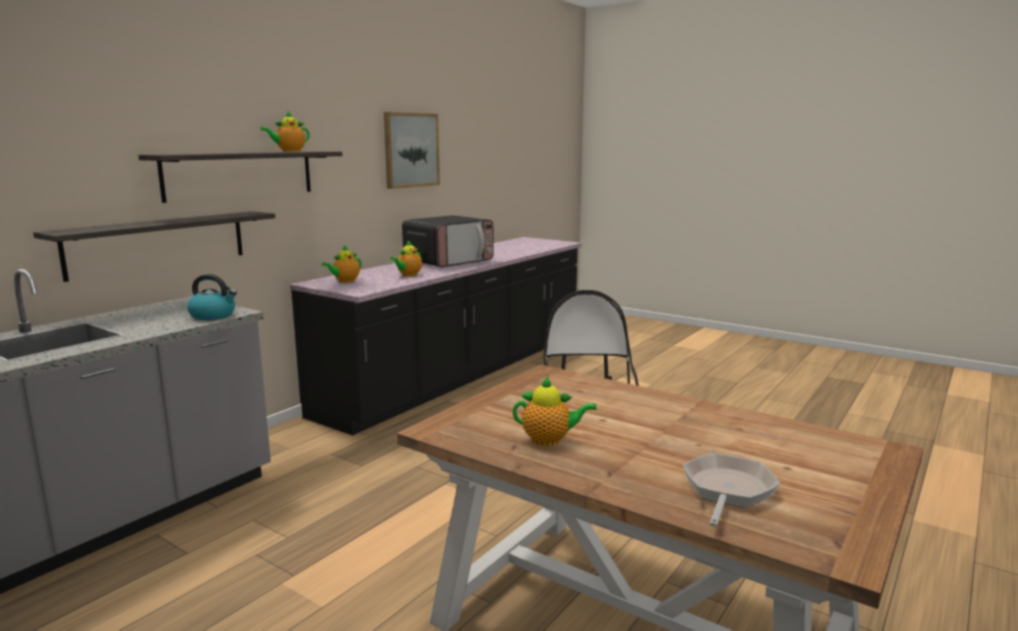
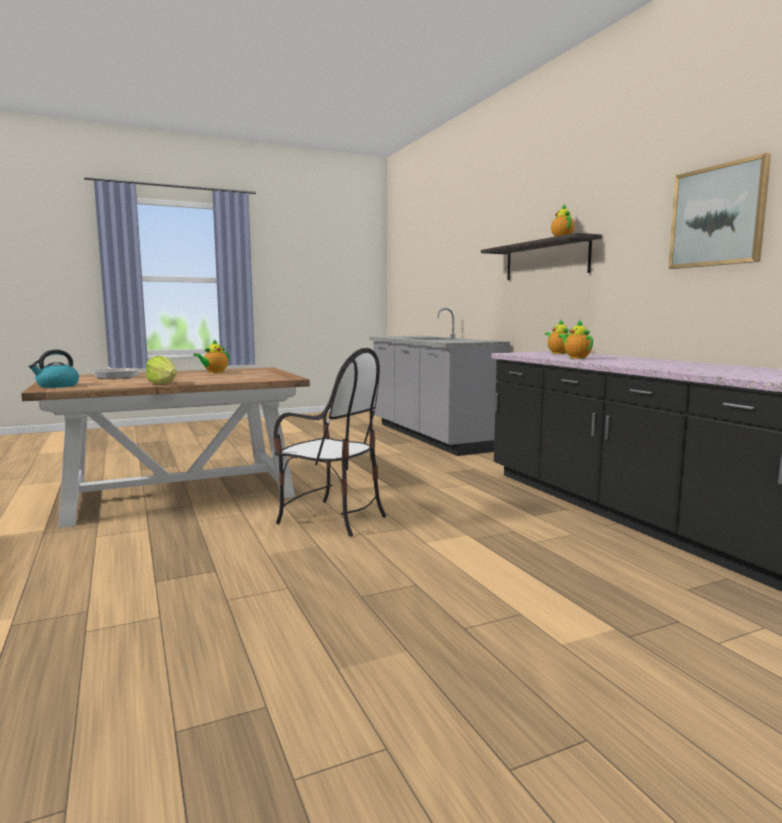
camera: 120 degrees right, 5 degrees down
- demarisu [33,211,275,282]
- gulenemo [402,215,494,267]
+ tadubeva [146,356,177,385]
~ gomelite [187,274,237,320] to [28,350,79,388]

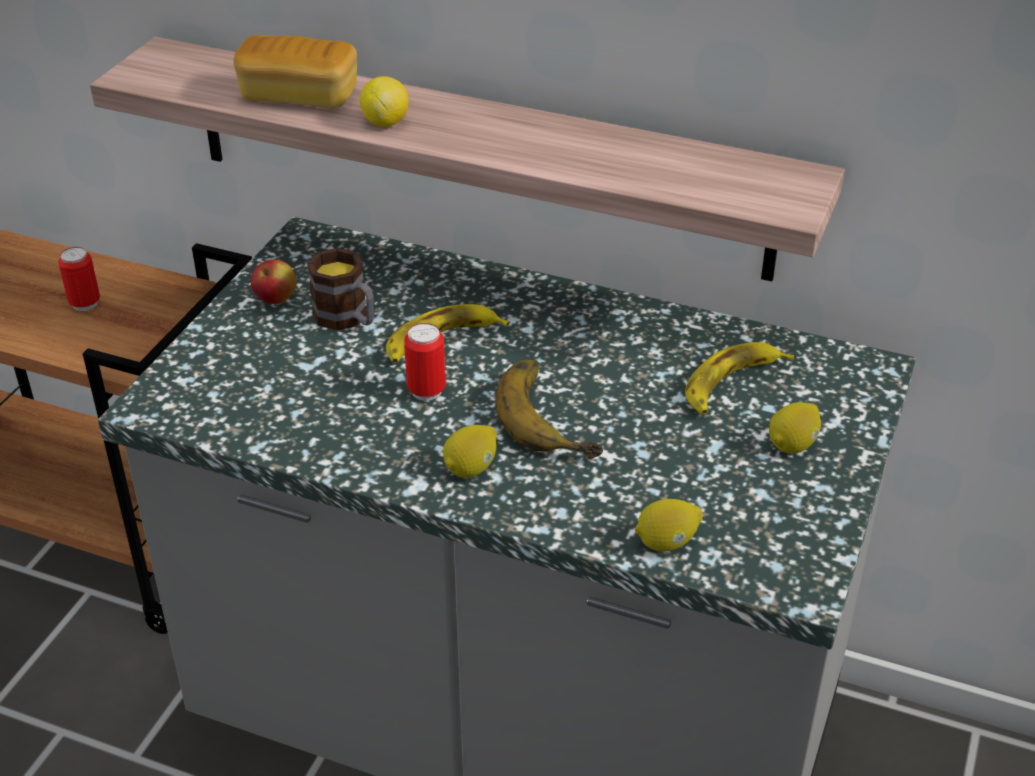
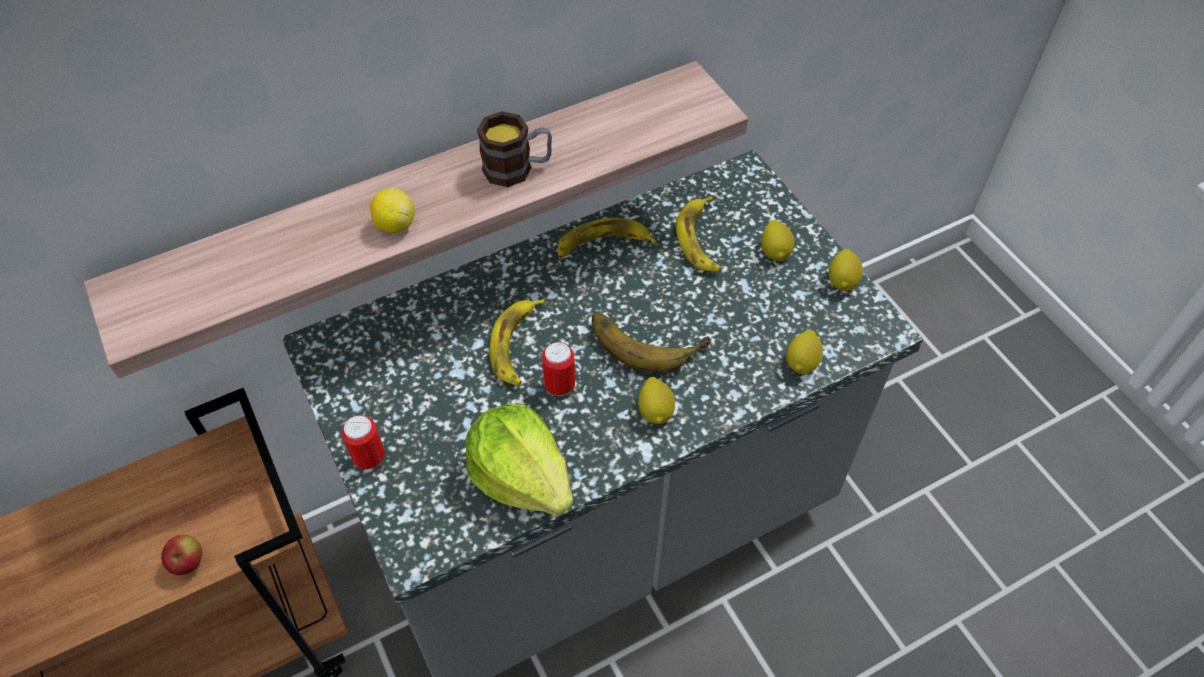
camera: 50 degrees left, 15 degrees up
- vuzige [234,35,357,108]
+ tadubeva [465,403,573,516]
+ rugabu [558,217,657,258]
+ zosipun [829,249,863,291]
~ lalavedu [58,247,100,311] to [342,415,385,469]
~ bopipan [251,260,297,304] to [161,535,202,575]
~ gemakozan [307,248,374,331] to [477,111,552,187]

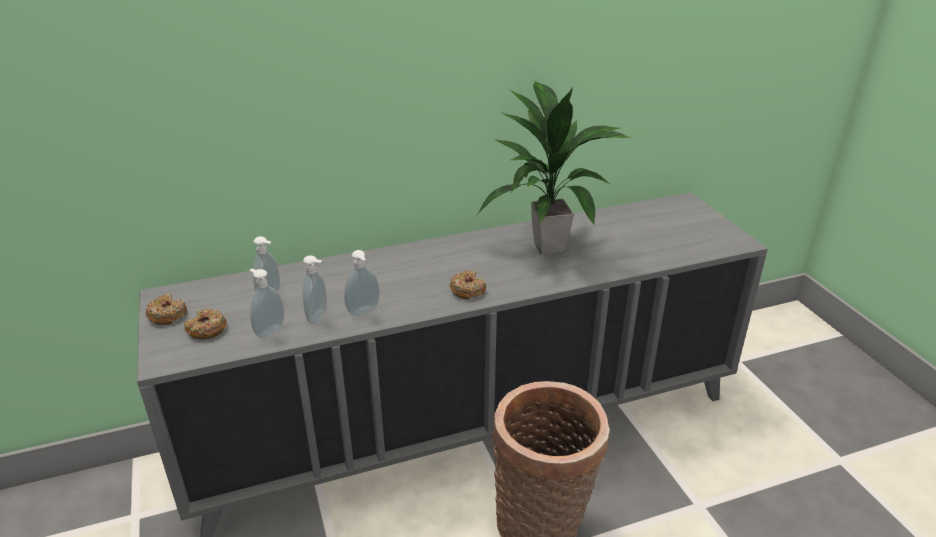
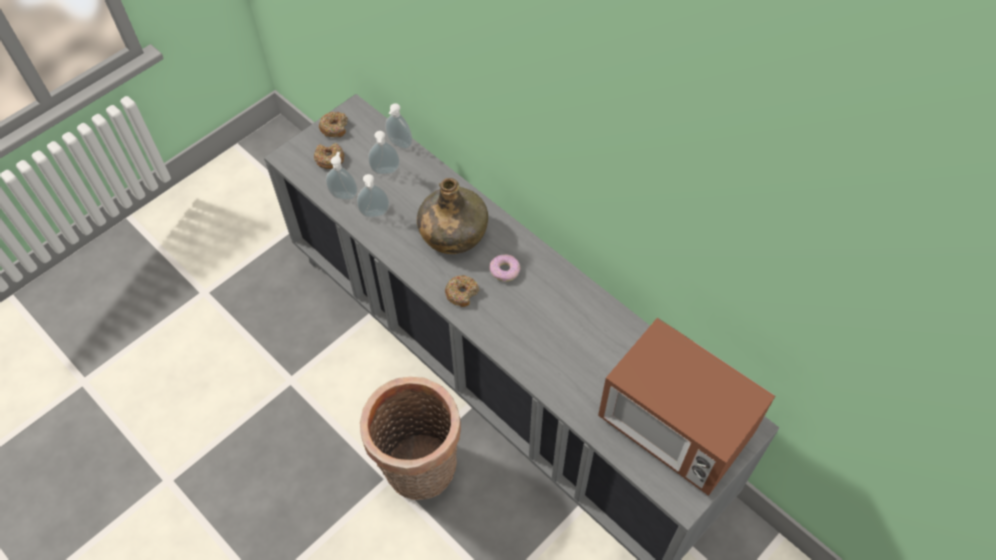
camera: 65 degrees right, 25 degrees up
- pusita [476,81,633,255]
+ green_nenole [417,178,488,254]
+ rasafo [489,255,520,282]
+ gulenemo [598,318,775,496]
~ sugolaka [344,250,380,316] to [385,103,412,149]

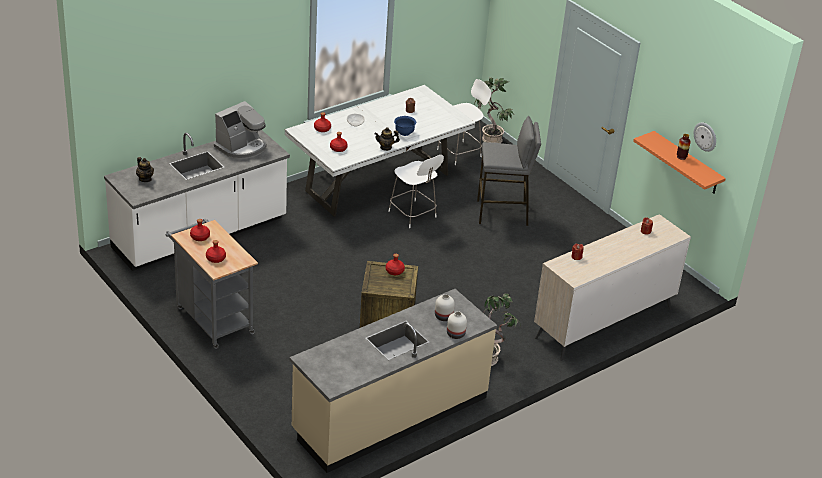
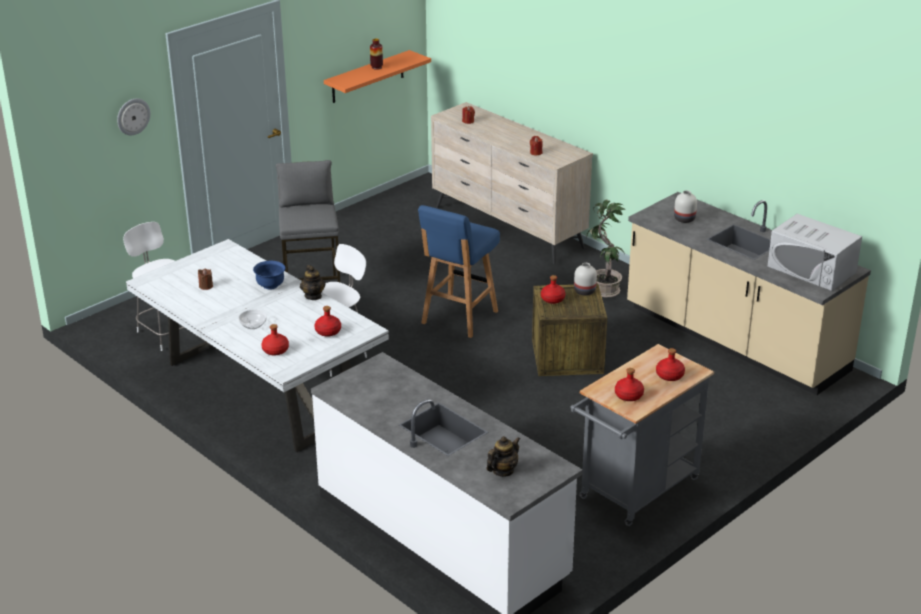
camera: 95 degrees left, 5 degrees down
- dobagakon [214,101,266,159]
- pusita [474,77,514,143]
+ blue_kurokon [418,205,500,338]
+ white_gulenemo [767,214,862,291]
~ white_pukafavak [447,311,467,339] to [574,263,597,296]
~ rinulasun [694,122,716,152] to [117,99,150,135]

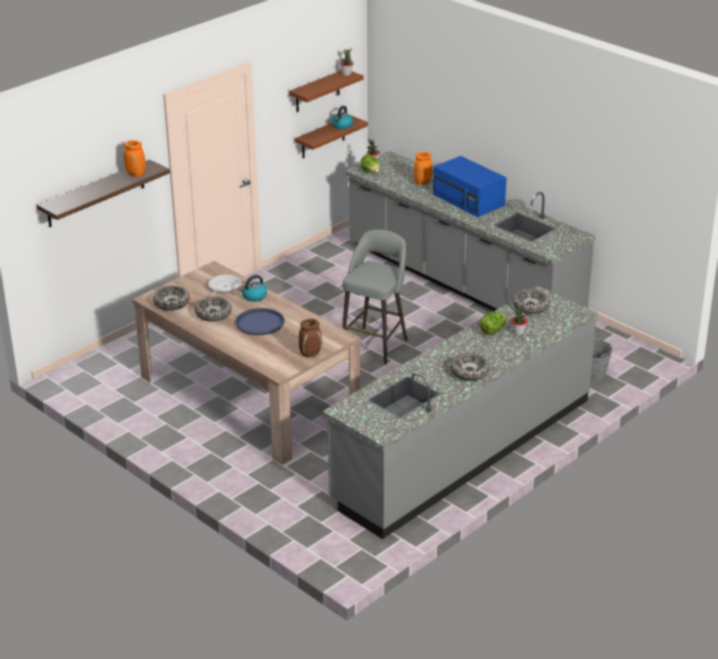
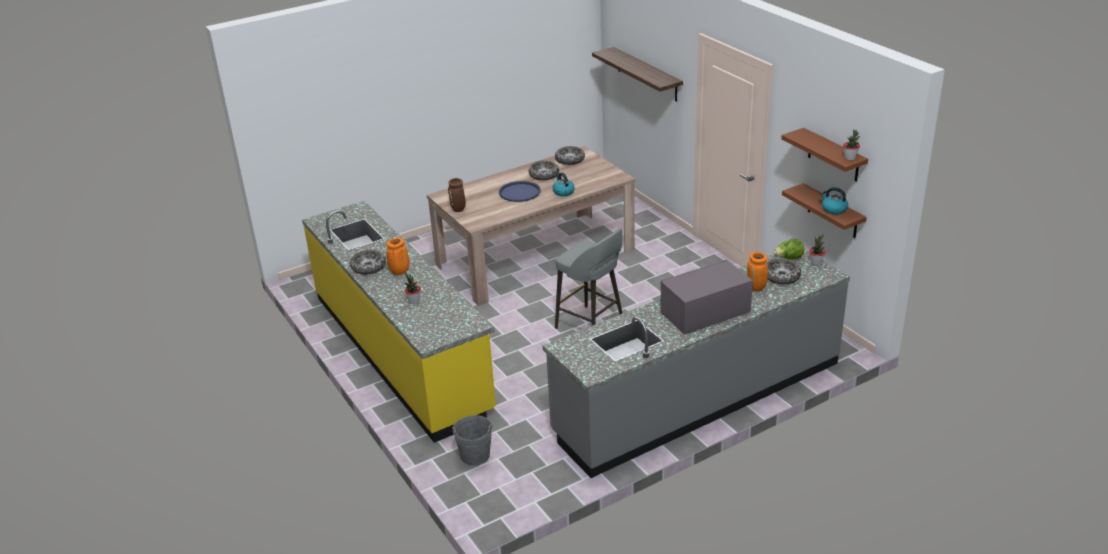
camera: 105 degrees right, 0 degrees up
- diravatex [208,274,242,297]
- tadubeva [480,312,506,335]
~ orange_pukafavak [124,140,146,177] to [386,238,409,275]
~ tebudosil [513,289,550,314] to [767,258,801,284]
~ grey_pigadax [323,286,597,539] to yellow_pigadax [302,201,496,443]
~ blue_gulenemo [433,156,507,217] to grey_gulenemo [660,260,753,334]

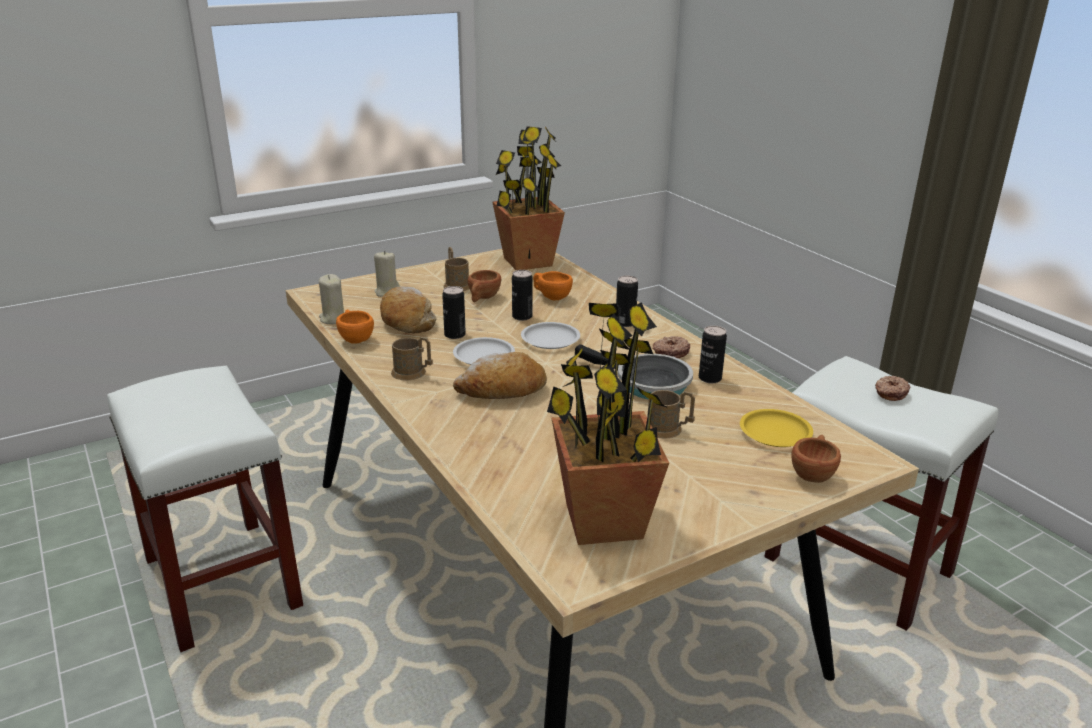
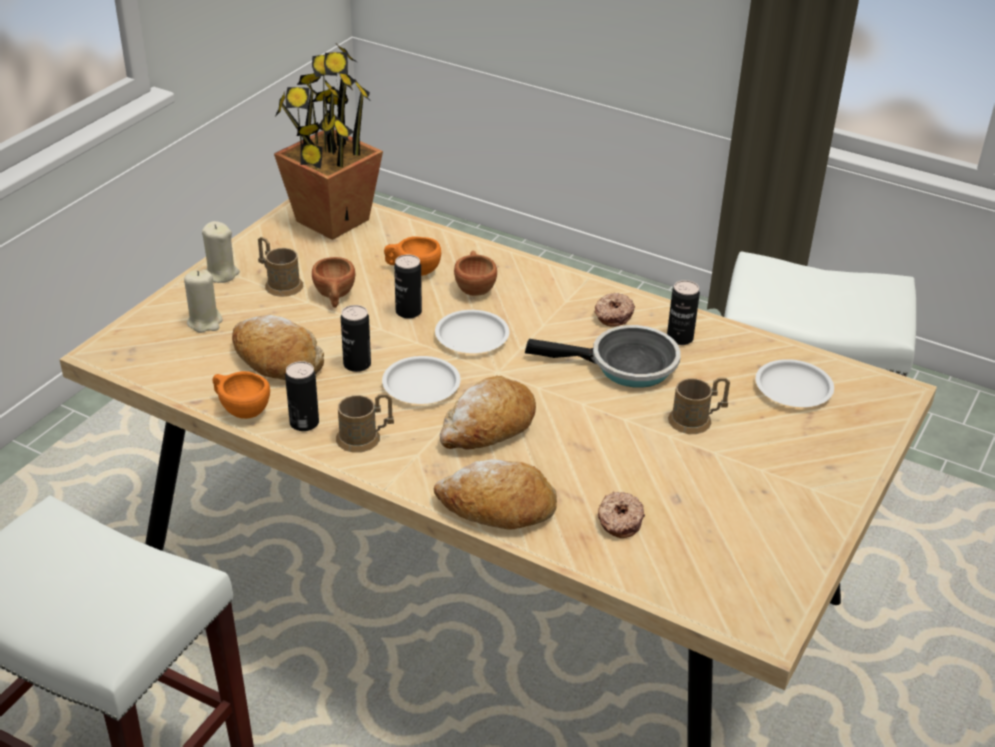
camera: 30 degrees left, 10 degrees up
- pusita [547,302,669,545]
+ vuzige [434,459,557,529]
~ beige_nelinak [319,274,344,324] to [202,221,240,283]
~ lalavedu [616,276,638,327] to [285,361,319,431]
~ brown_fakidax [792,435,841,483] to [454,250,497,296]
~ rasafo [875,376,911,401] to [598,492,645,538]
~ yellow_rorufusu [740,409,813,447] to white_rorufusu [755,359,834,407]

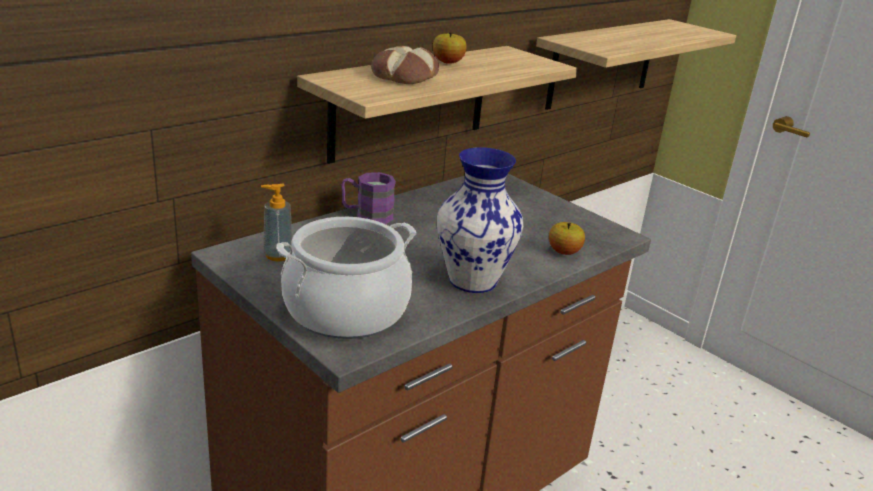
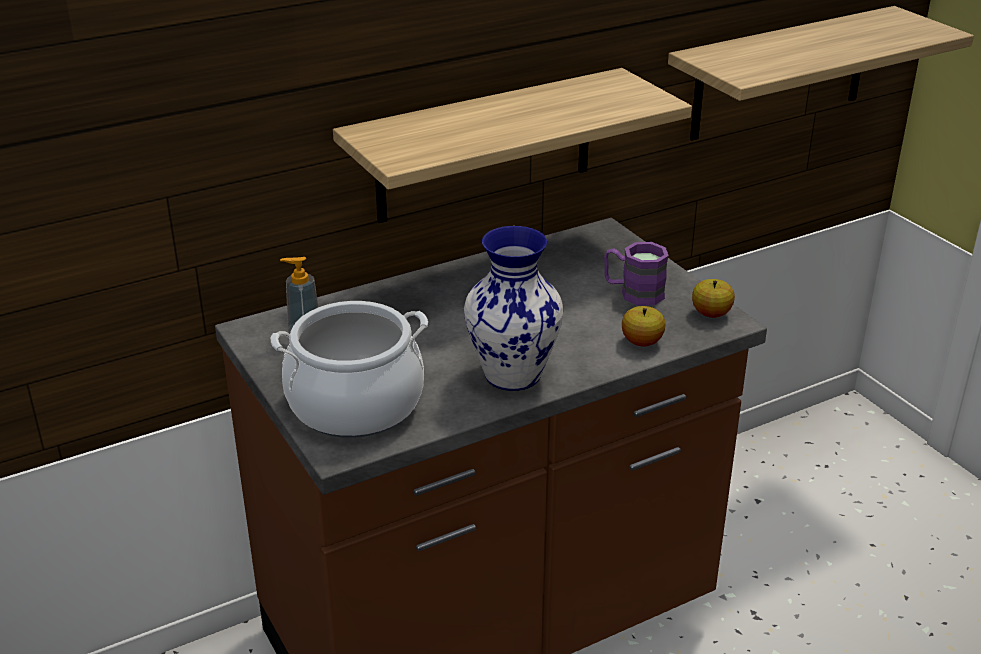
camera: 15 degrees right, 5 degrees up
- vuzige [371,46,439,84]
~ purple_gemakozan [341,172,396,224] to [604,242,669,306]
~ bopipan [433,32,467,64] to [692,279,735,318]

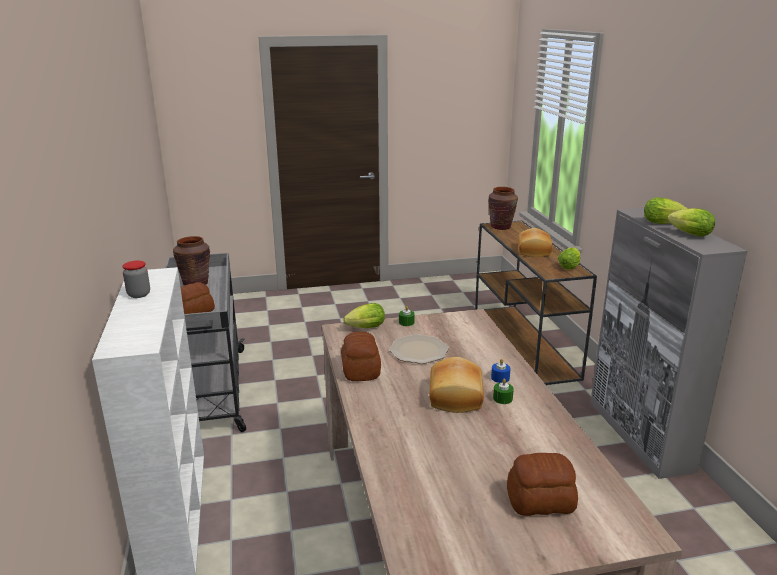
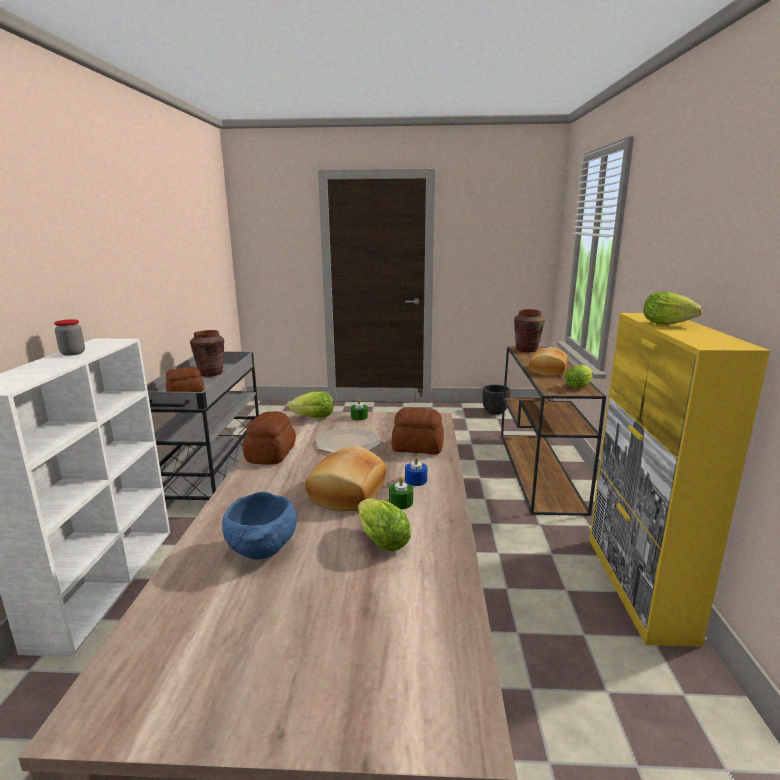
camera: 15 degrees right, 5 degrees down
+ blue_tebudosil [222,492,297,560]
+ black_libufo [483,385,510,415]
~ vuzige [507,453,578,516] to [391,408,444,455]
~ tadubeva [668,208,715,237] to [358,498,411,551]
~ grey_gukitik [590,208,747,479] to yellow_gukitik [589,313,770,647]

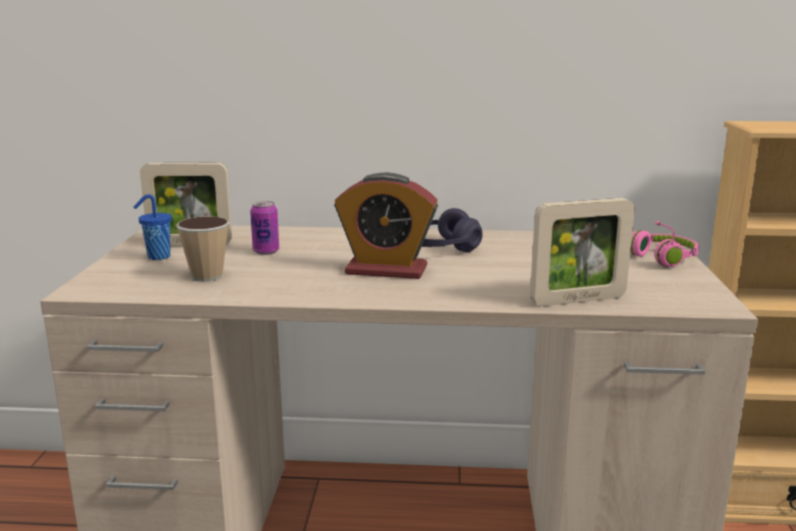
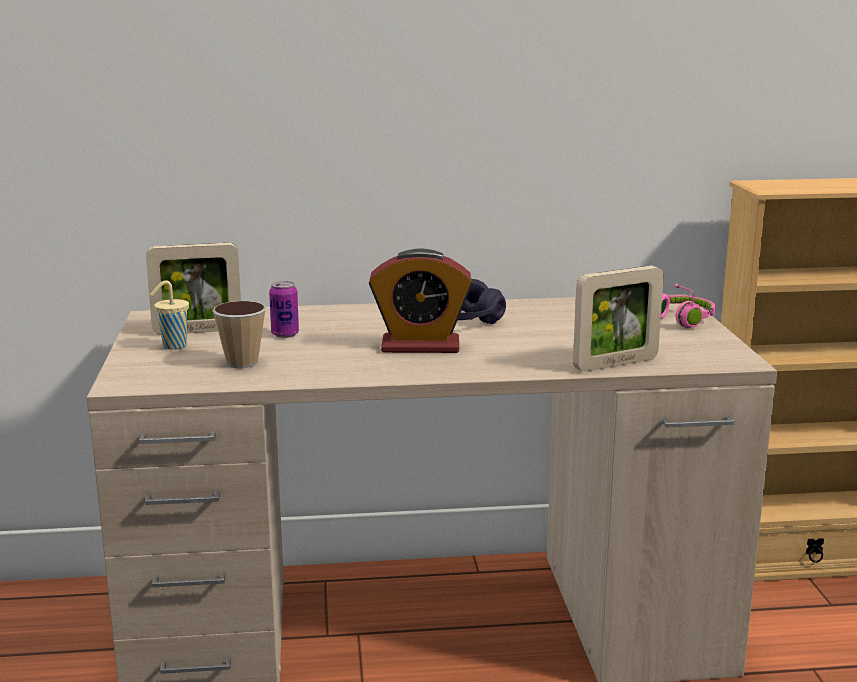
camera: 10 degrees left, 0 degrees up
~ blue_fakidax [134,194,172,260] to beige_fakidax [150,280,189,350]

